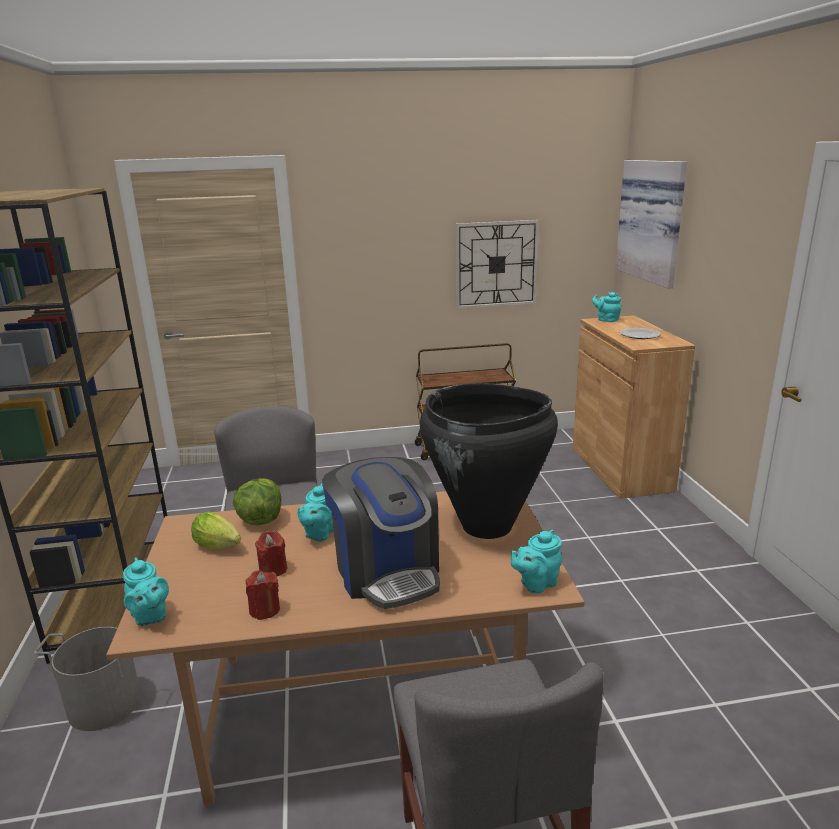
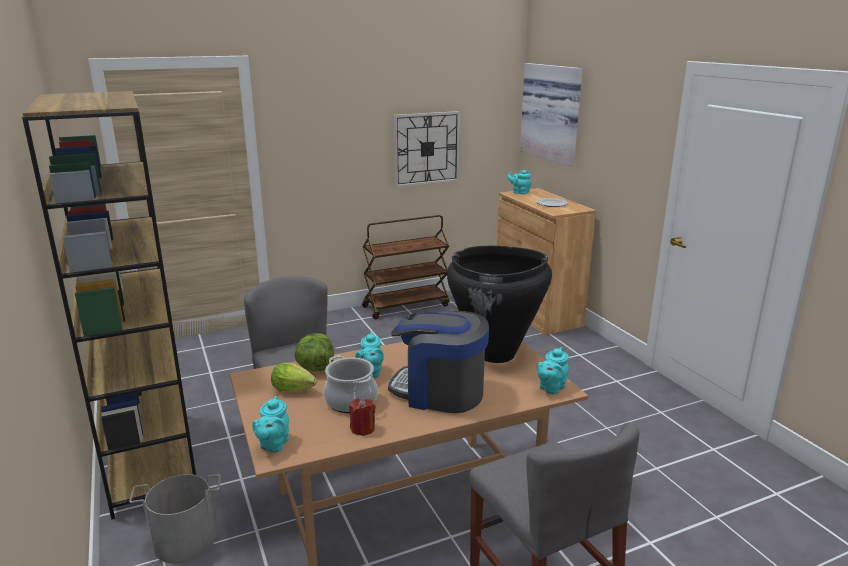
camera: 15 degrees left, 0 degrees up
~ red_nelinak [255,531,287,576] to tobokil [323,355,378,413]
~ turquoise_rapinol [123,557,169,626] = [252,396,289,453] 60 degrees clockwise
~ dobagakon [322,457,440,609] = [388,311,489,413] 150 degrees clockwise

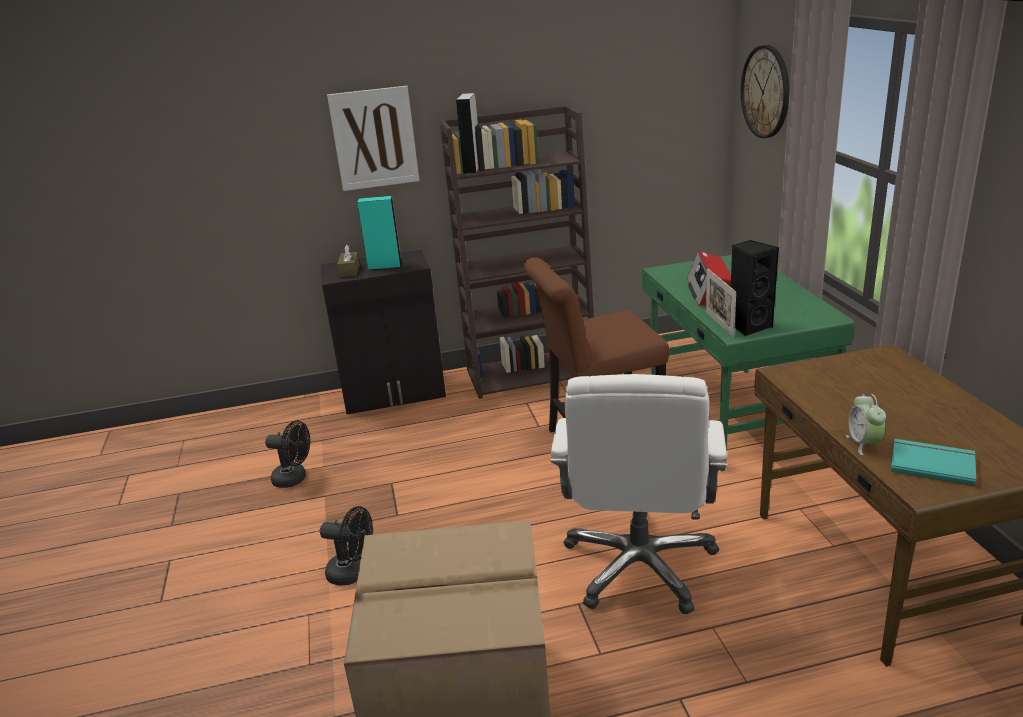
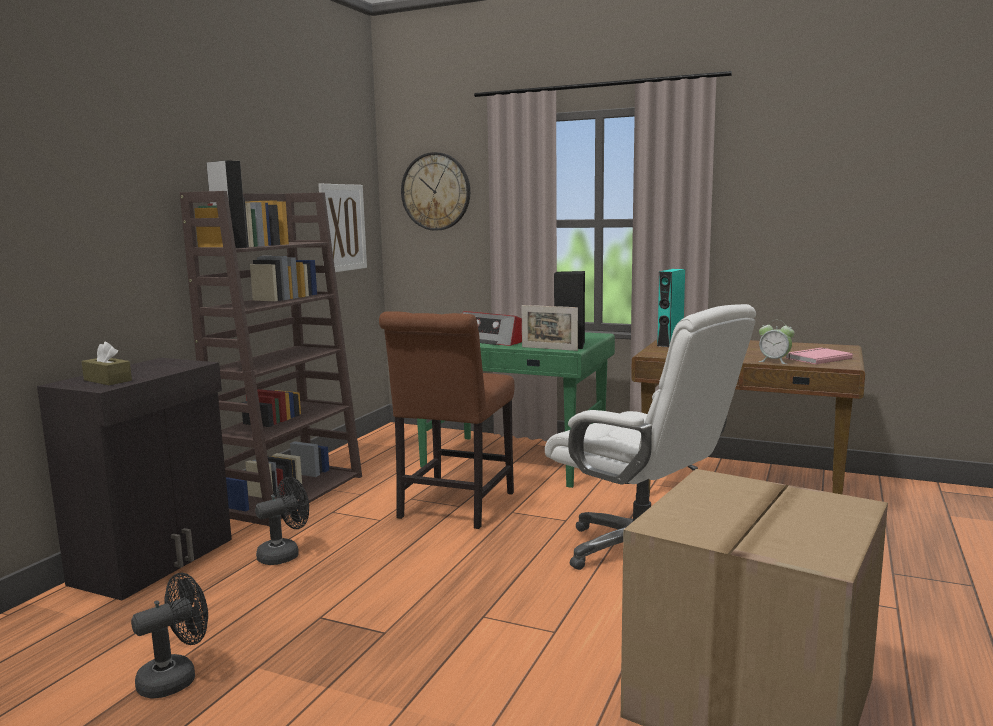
camera: 55 degrees left, 15 degrees down
~ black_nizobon [320,506,373,586] to [255,477,309,565]
~ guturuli [327,86,419,191] to [318,184,367,274]
~ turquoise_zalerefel [357,196,402,270] to [657,269,685,347]
~ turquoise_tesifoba [891,439,976,486] to pink_tesifoba [786,348,853,365]

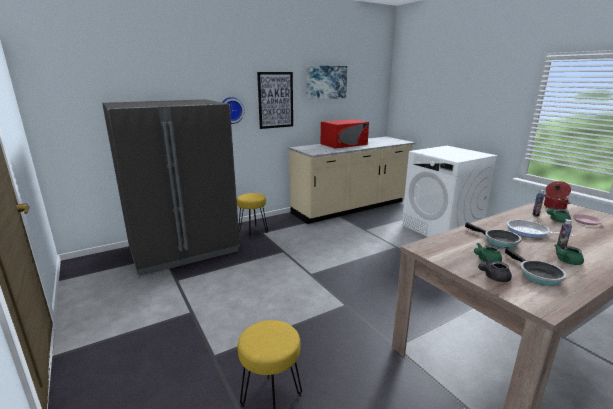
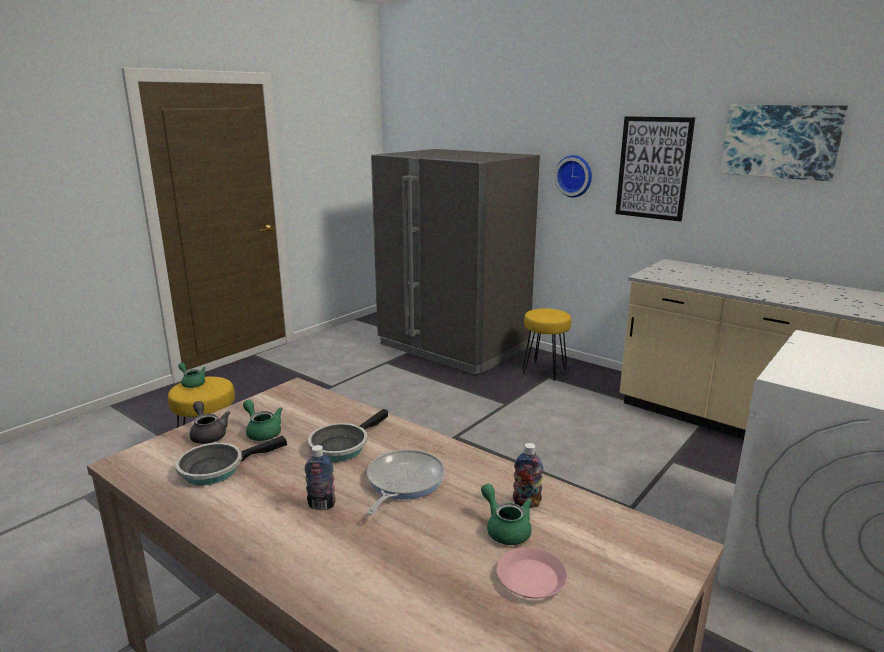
camera: 70 degrees right, 0 degrees up
- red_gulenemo [321,119,369,148]
- tobokil [544,181,571,210]
~ green_rapinol [554,244,584,265] to [178,363,206,388]

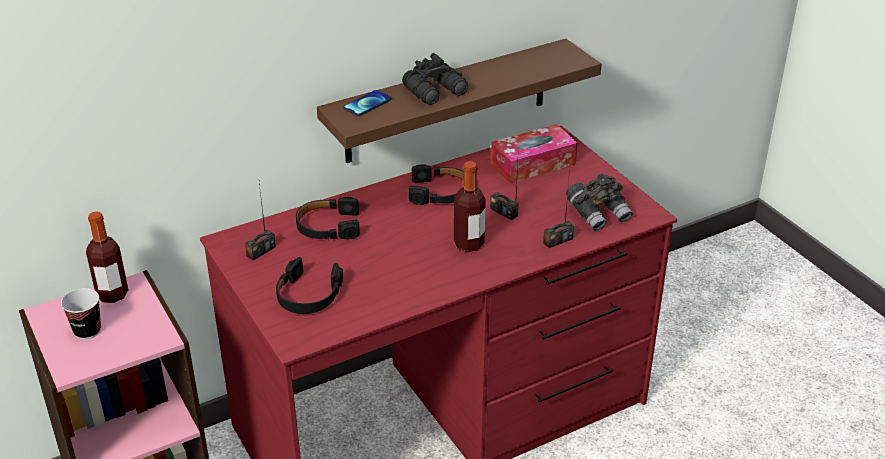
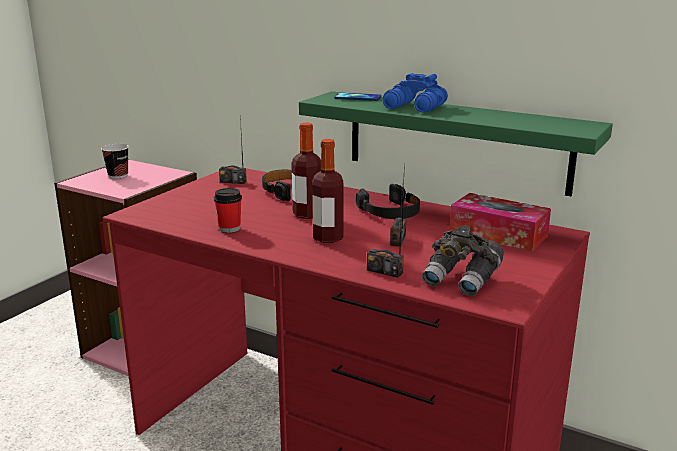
camera: 60 degrees right, 15 degrees down
- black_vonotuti [276,257,343,314]
+ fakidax [214,188,242,233]
~ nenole [86,211,128,303] to [291,123,321,219]
~ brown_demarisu [317,39,602,163] to green_demarisu [299,91,613,196]
~ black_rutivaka [402,53,468,105] to blue_rutivaka [382,73,448,113]

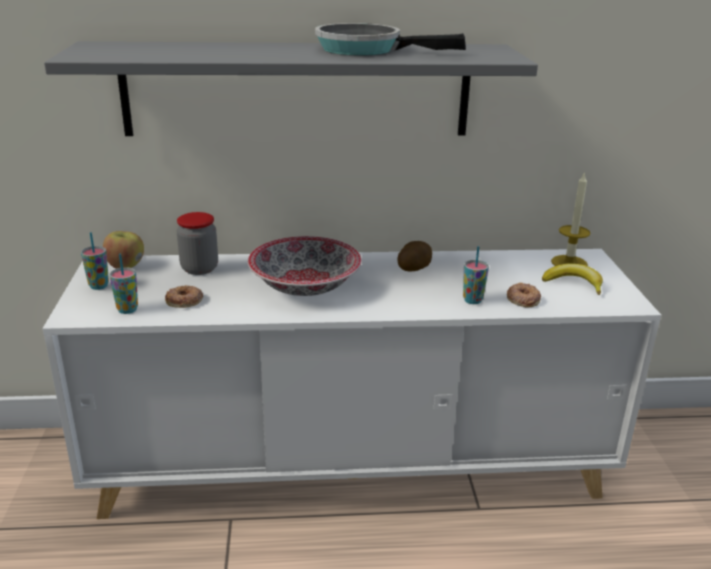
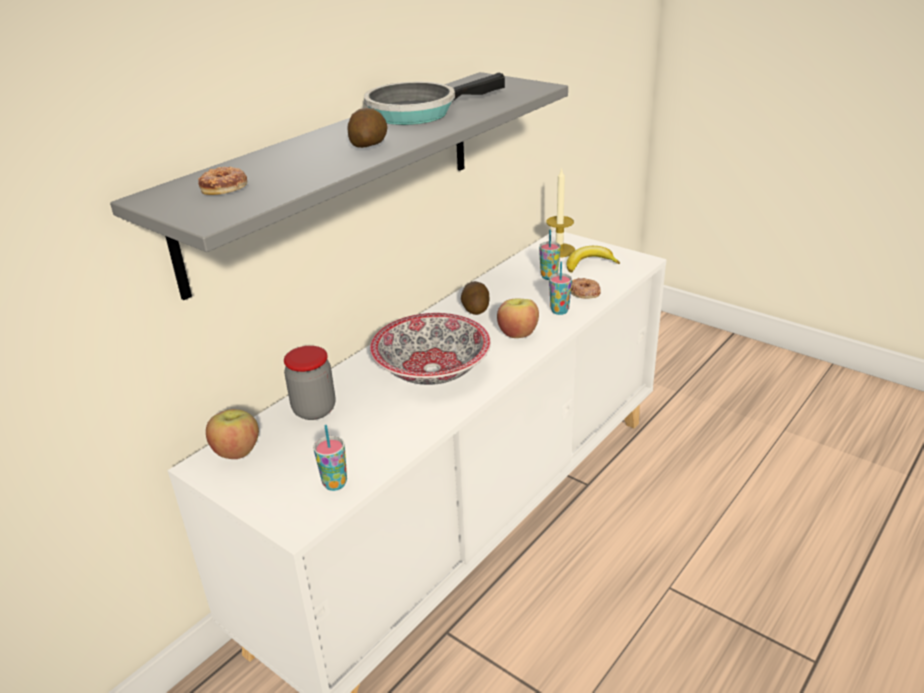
camera: 45 degrees left, 5 degrees up
+ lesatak [347,108,388,148]
+ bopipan [497,298,539,338]
~ fakidax [81,232,109,290] to [539,230,561,280]
~ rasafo [165,285,203,308] to [198,167,247,195]

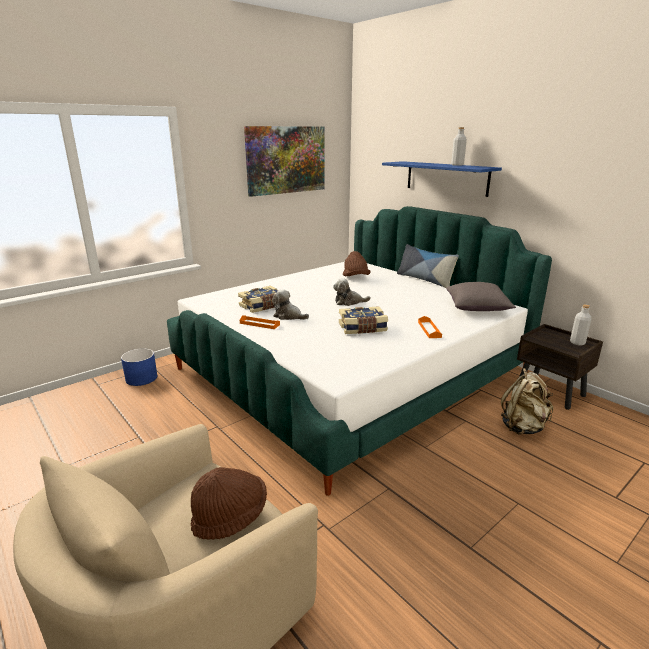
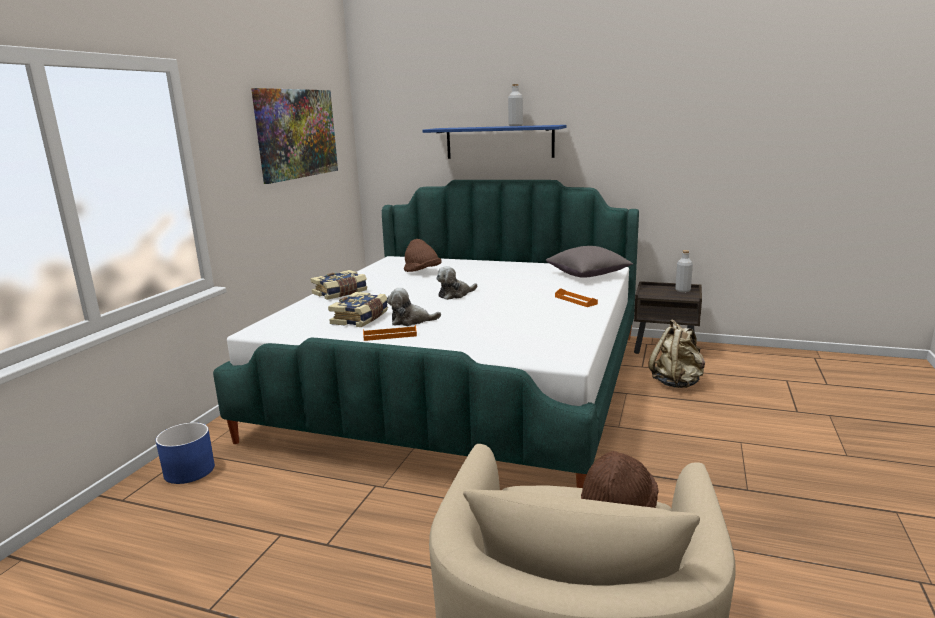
camera: 30 degrees left, 5 degrees down
- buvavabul [397,244,459,288]
~ tesifoba [339,306,388,334] to [310,270,367,300]

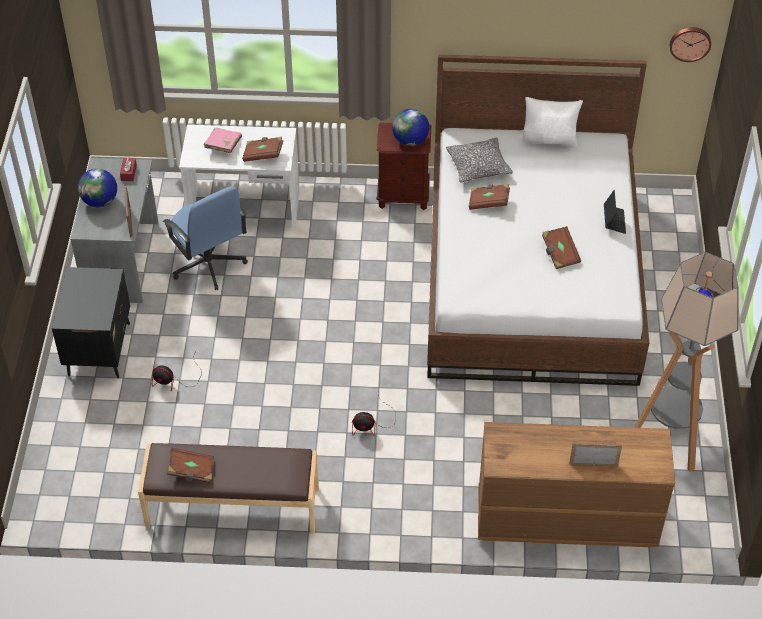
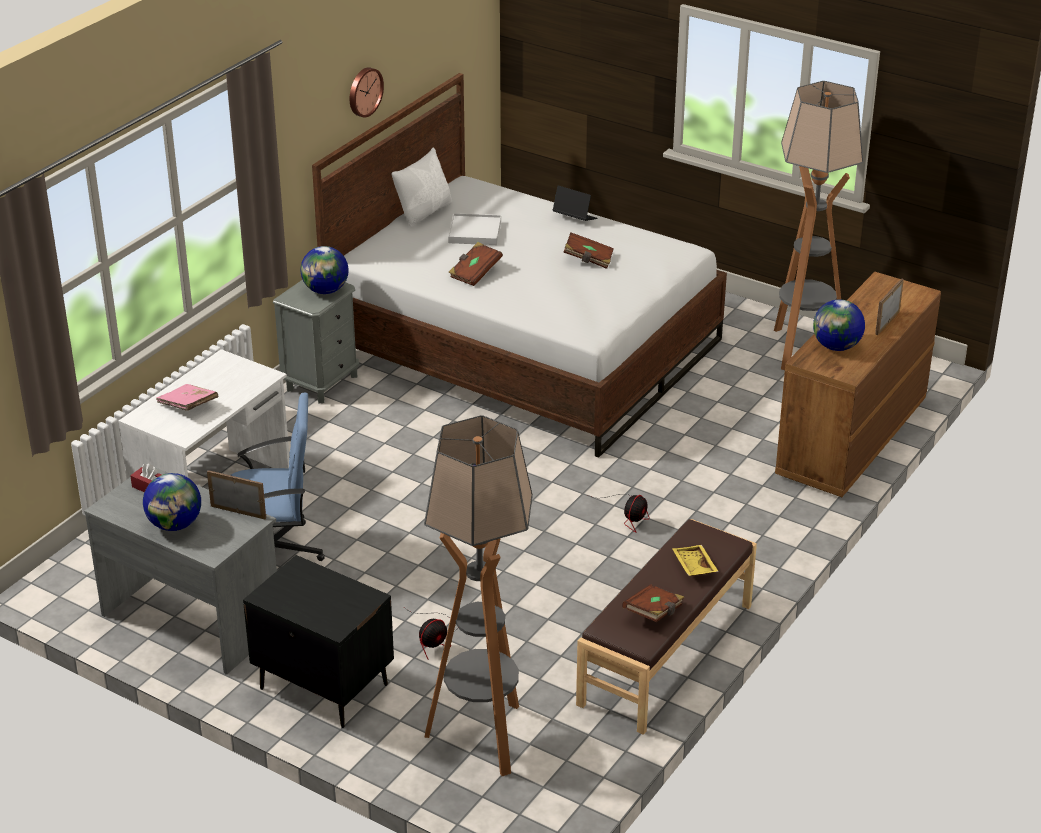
camera: 60 degrees left, 15 degrees down
- brown_tesifoba [242,137,283,162]
- buvavabul [446,138,513,183]
+ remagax [424,415,533,776]
+ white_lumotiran [448,213,501,245]
+ yellow_lumotiran [672,545,719,576]
+ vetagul [813,300,865,351]
~ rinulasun [670,27,711,62] to [350,67,384,117]
~ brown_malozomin [377,123,431,210] to grey_malozomin [273,280,359,403]

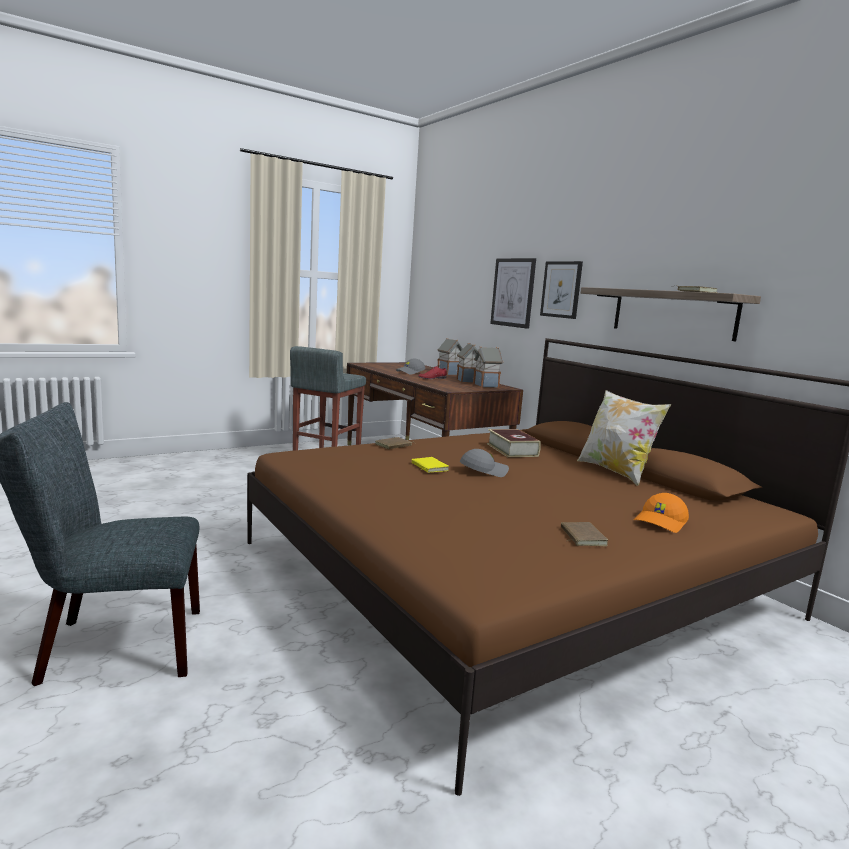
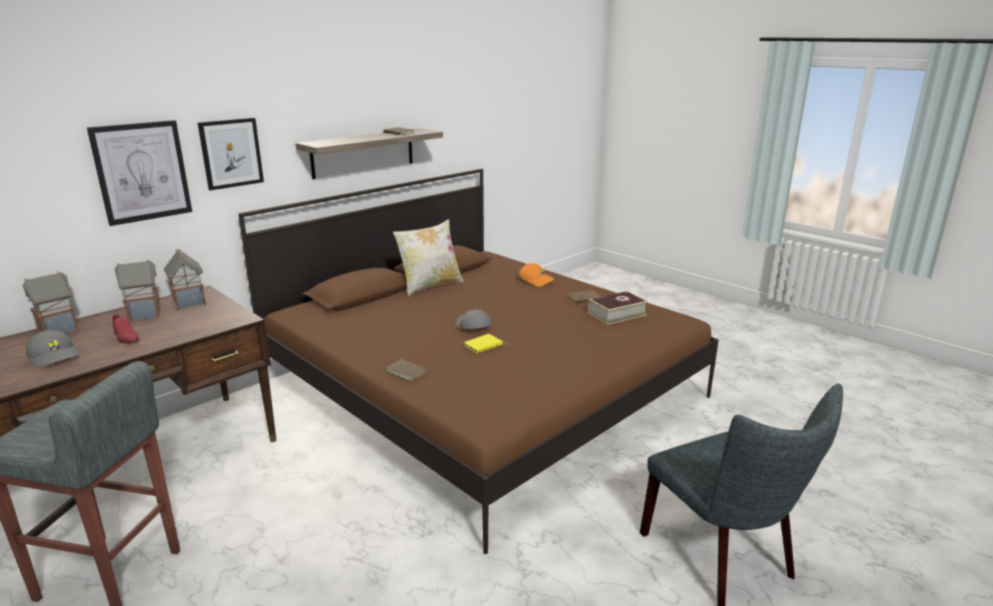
camera: 100 degrees left, 10 degrees up
~ tesifoba [487,429,541,457] to [588,291,648,325]

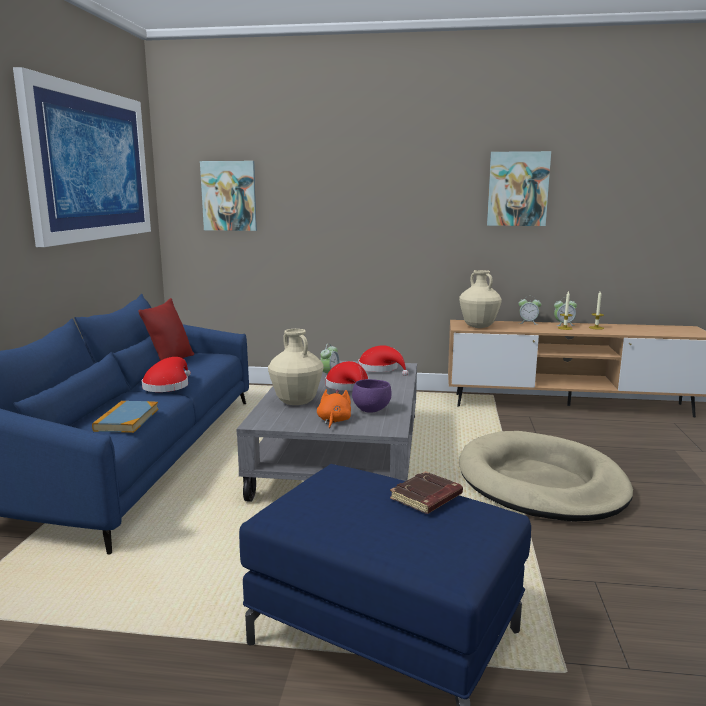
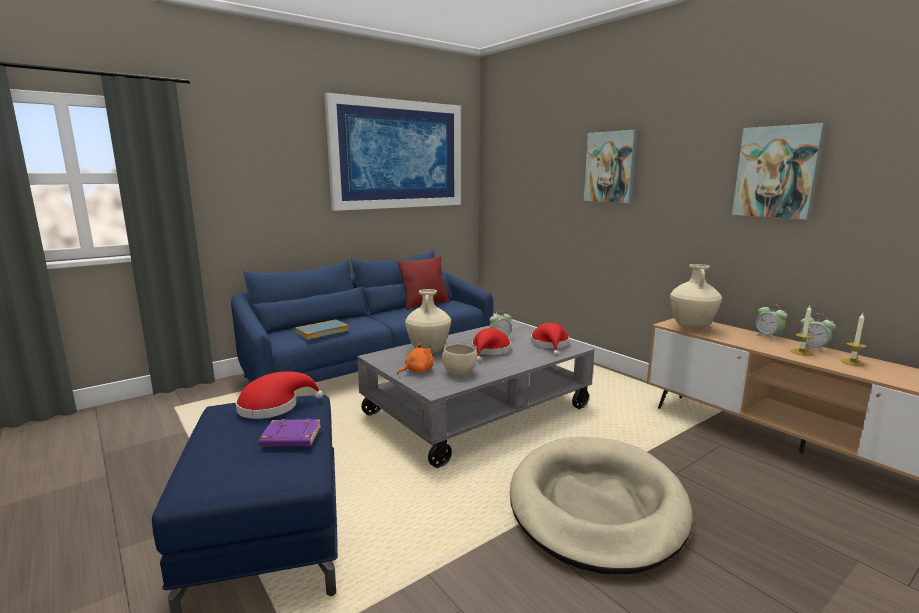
camera: 45 degrees right, 0 degrees up
~ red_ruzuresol [142,357,191,392] to [236,371,323,419]
~ guturuli [200,161,257,231] to [584,130,637,203]
~ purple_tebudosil [352,379,392,413] to beige_tebudosil [442,344,477,375]
~ brown_tesifoba [390,471,463,514] to purple_tesifoba [259,419,321,447]

